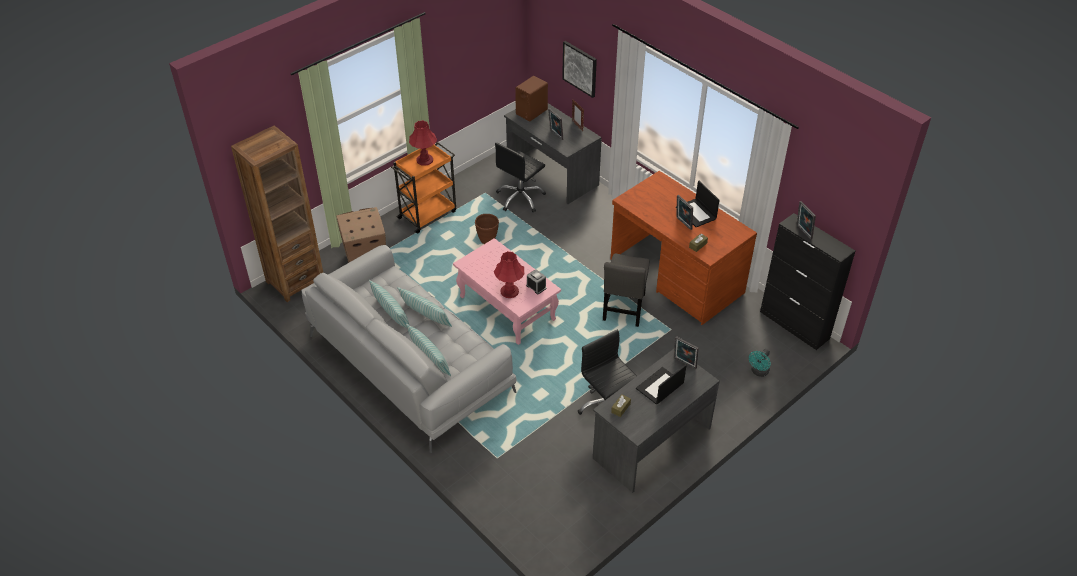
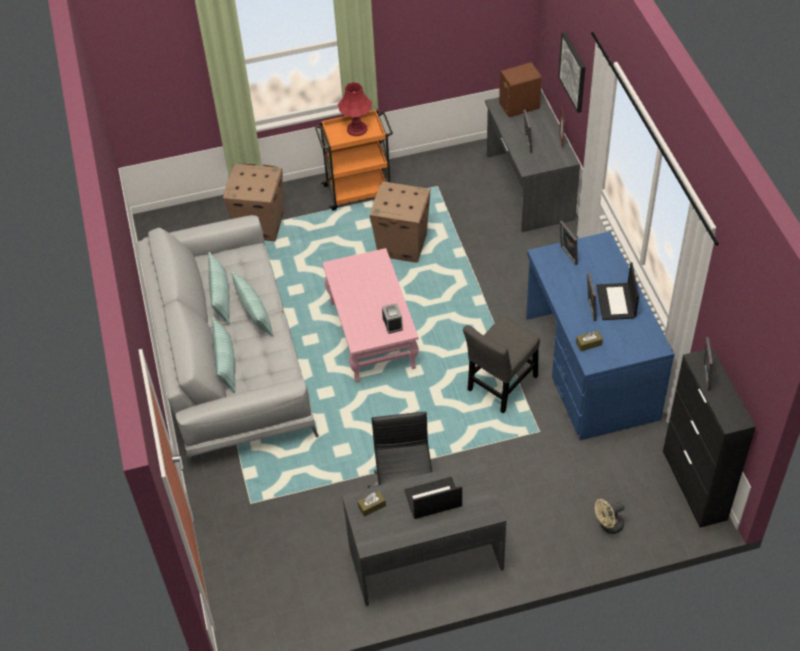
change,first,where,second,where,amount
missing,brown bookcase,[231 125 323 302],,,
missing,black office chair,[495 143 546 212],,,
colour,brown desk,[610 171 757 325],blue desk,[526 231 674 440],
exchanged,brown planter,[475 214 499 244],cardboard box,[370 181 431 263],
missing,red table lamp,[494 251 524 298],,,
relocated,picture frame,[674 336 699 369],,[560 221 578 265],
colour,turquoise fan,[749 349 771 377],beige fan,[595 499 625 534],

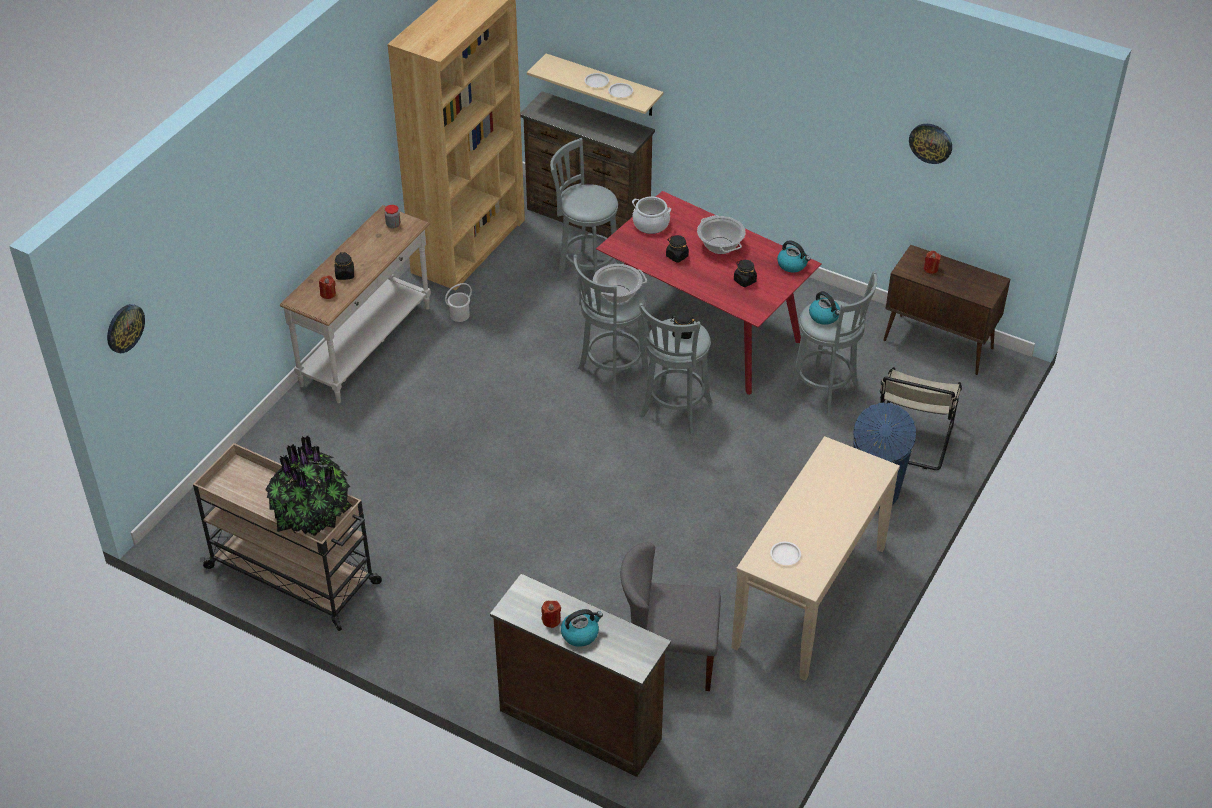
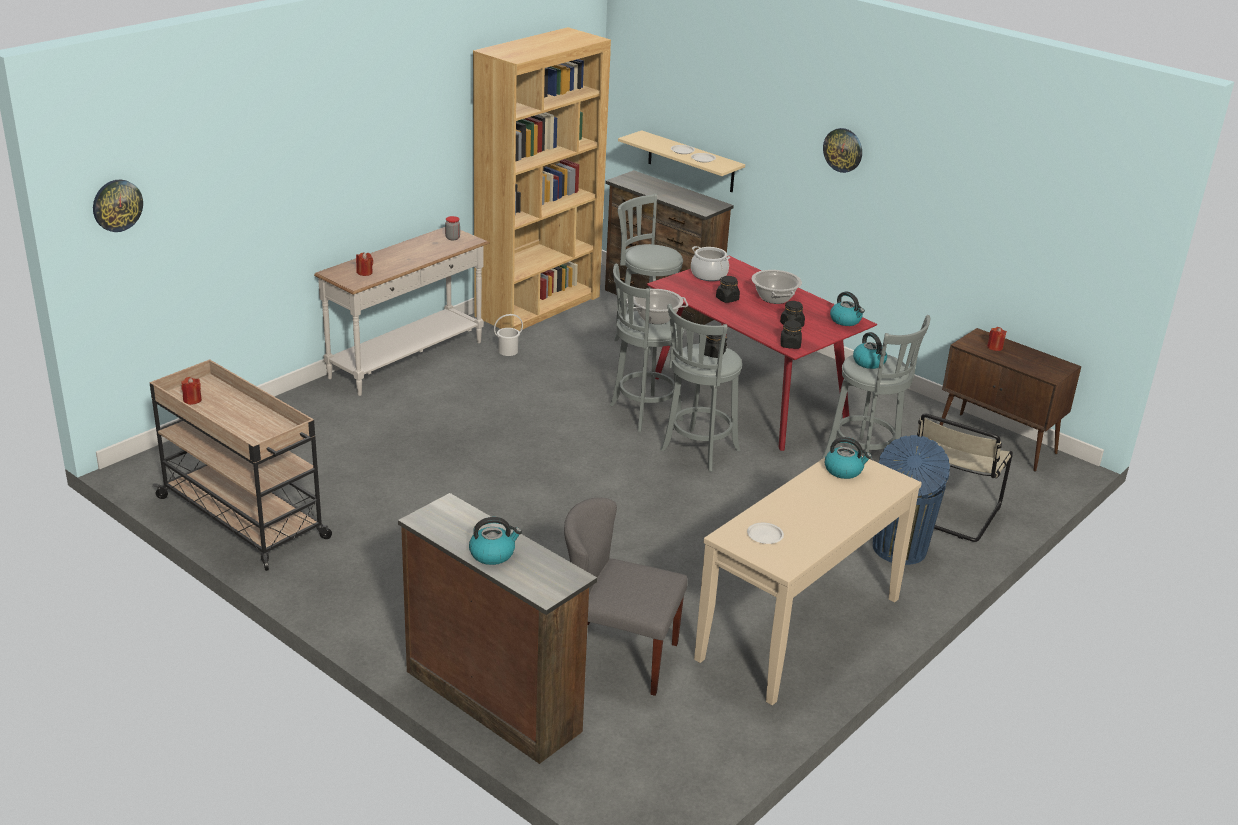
change,first,where,second,where,amount
relocated,wall clock,[909 124 952 164],,[823 128 862 173],
relocated,black jar,[335 252 354 280],,[781 320 802 349],
missing,potted plant,[265 436 352 536],,,
relocated,red candle,[541 601 561 628],,[181 377 202 405],
appeared,,,kettle,[825 437 872 479],

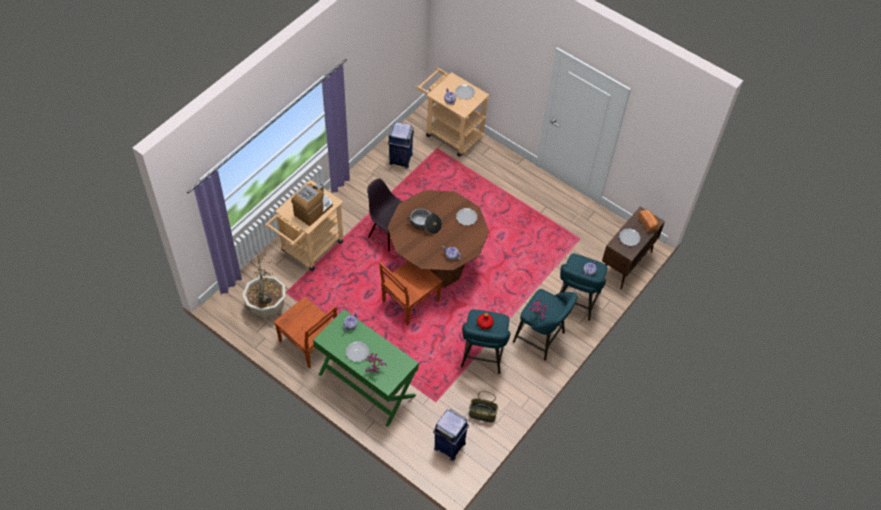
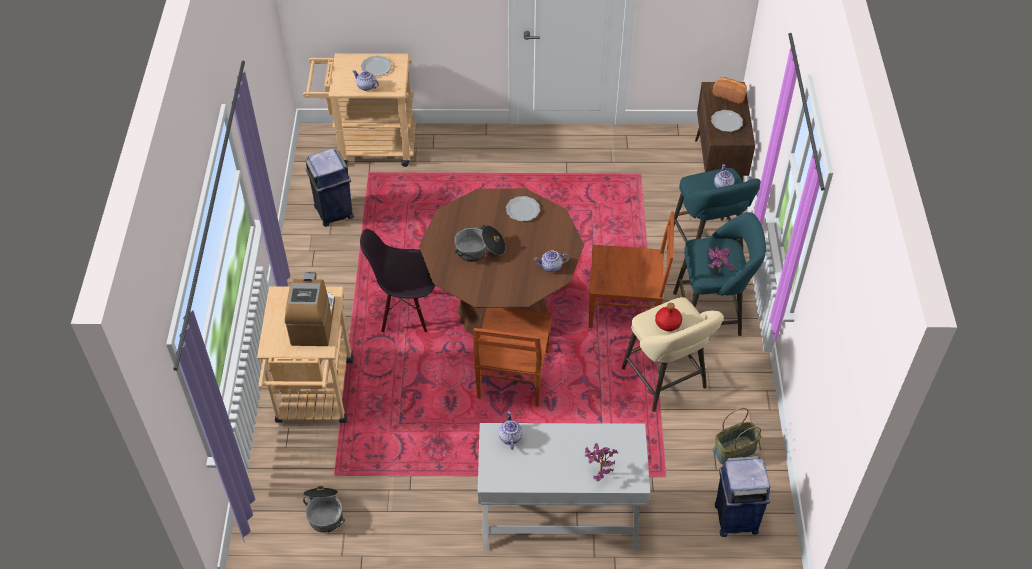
change,first,where,second,where,amount
exchanged,potted plant,[242 249 285 318],cooking pot,[303 486 345 533],
relocated,brown chair,[274 297 337 368],,[589 211 674 328],
colour,green console table,[313 309 419 427],white console table,[478 423 650 552],
colour,turquoise stool,[461 309 511 374],beige stool,[622 297 724 412],
missing,plate,[346 341 369 362],,,

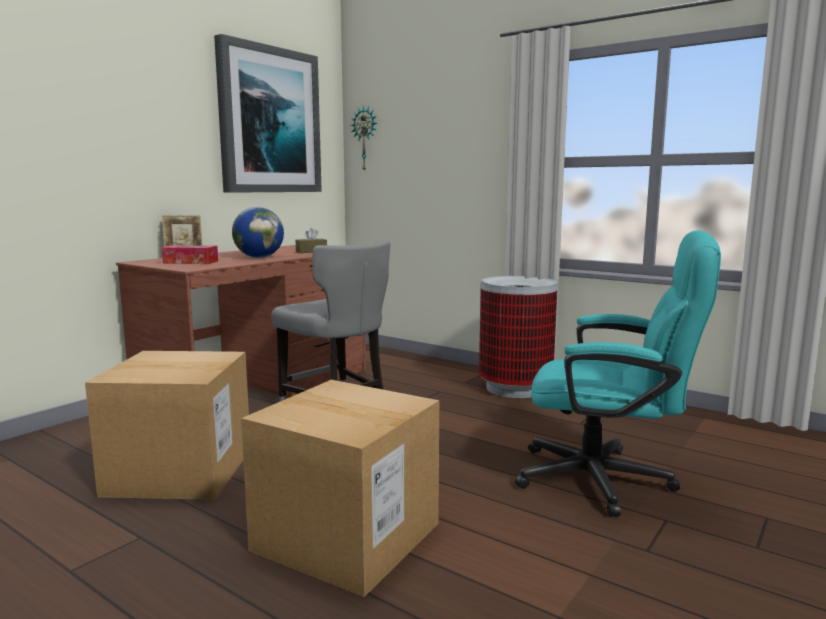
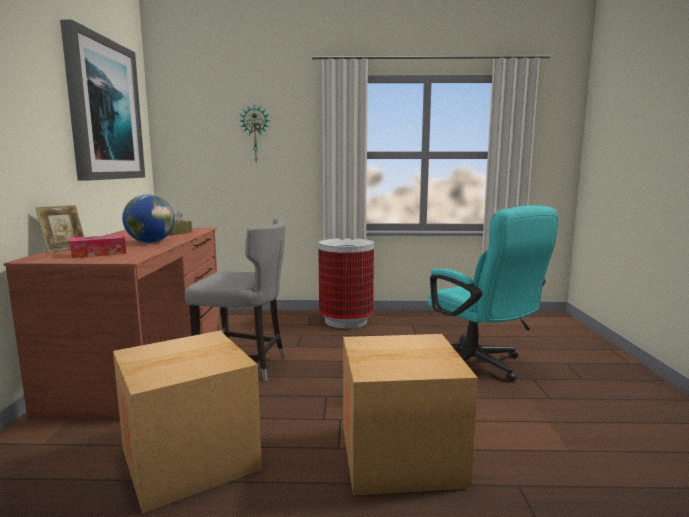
change,first,where,second,where,amount
relocated,wall clock,[351 105 377 172],,[240 104 270 162],
spun,turquoise office chair,[515 230 721 516],,[428 205 558 381],75 degrees clockwise

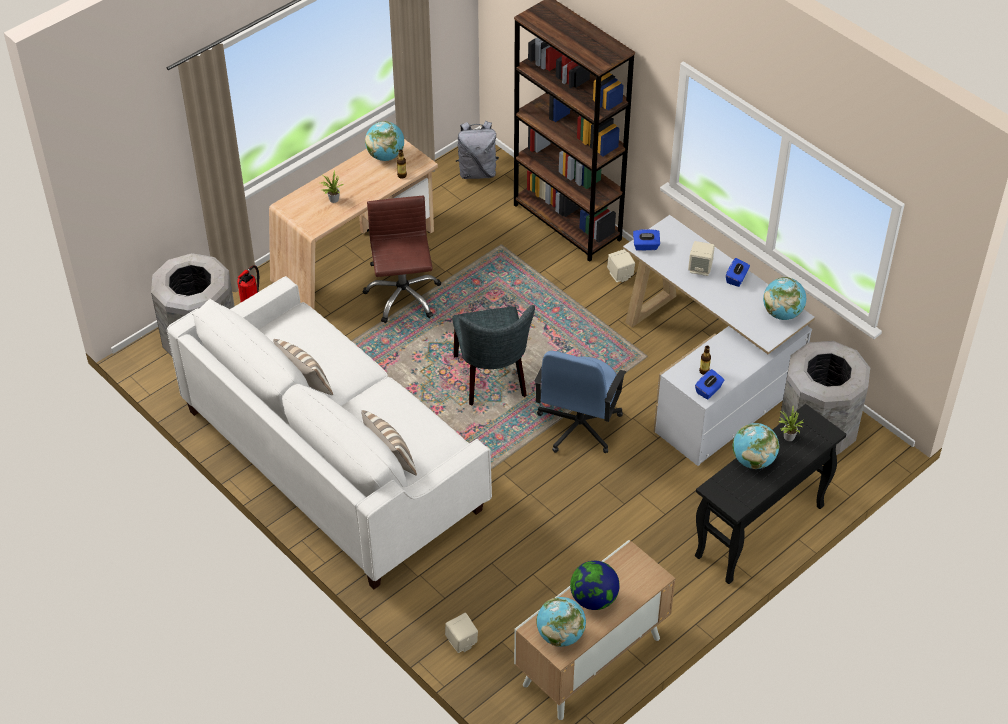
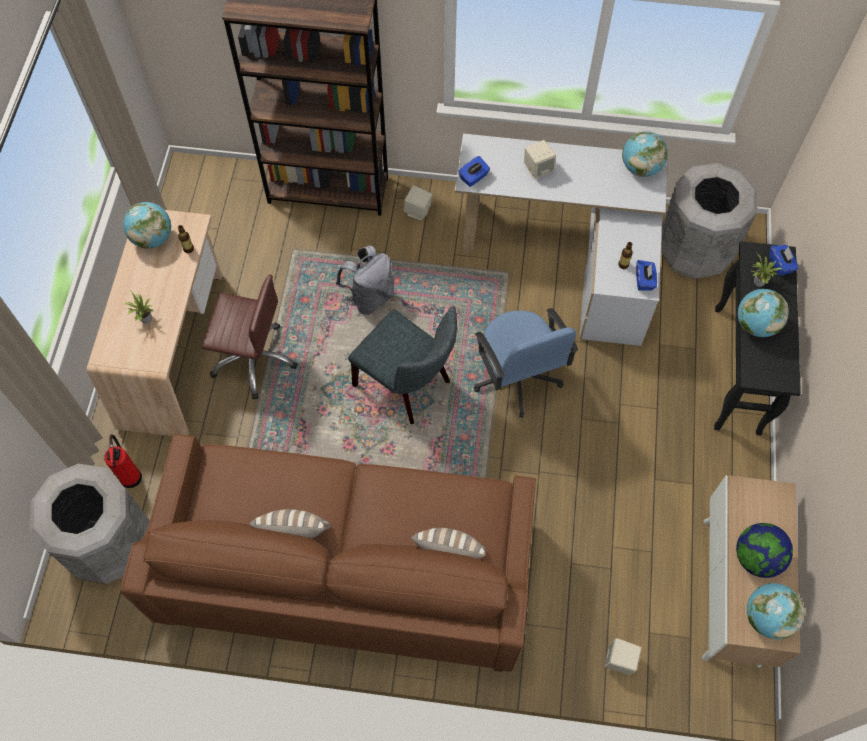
change,first,where,second,where,amount
relocated,grey backpack,[456 121 499 179],,[336 246 394 315],
spun,brown office chair,[363 196 441 323],,[202 275 298 399],150 degrees clockwise
relocated,blue tissue box,[726 258 750 287],,[769 245 798 276],
colour,white sofa,[167 276 492 589],brown sofa,[121 434 536 672],

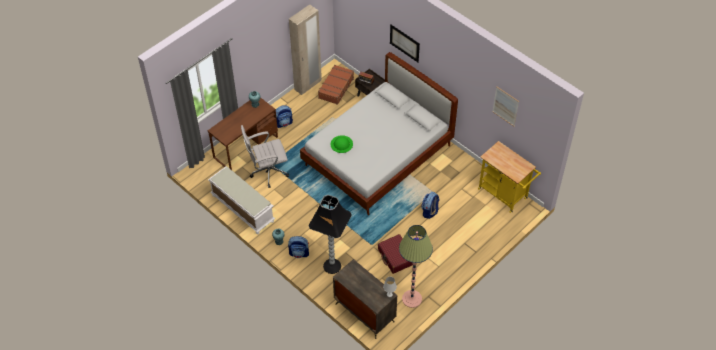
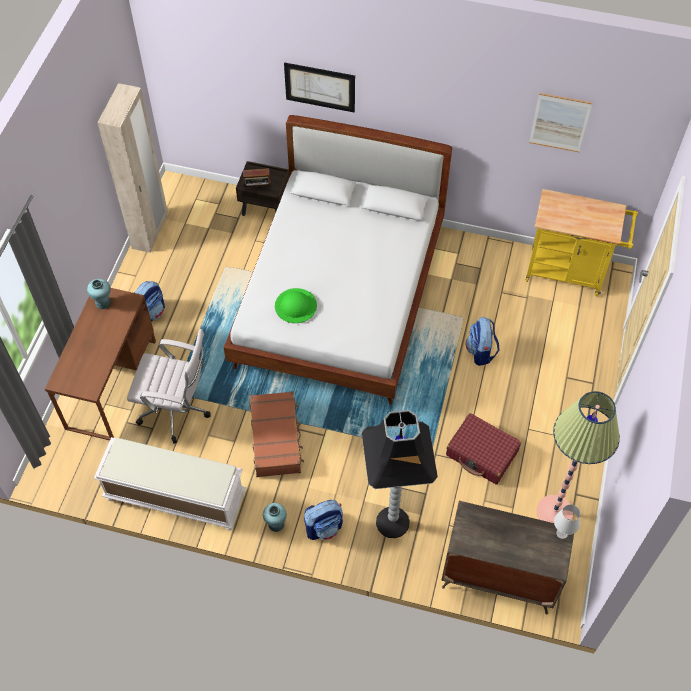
change,first,where,second,where,amount
relocated,brown suitcase,[318 65 354 105],,[250 391 304 477],
spun,white office chair,[241 125 289 188],,[127 329 211 444],120 degrees counterclockwise

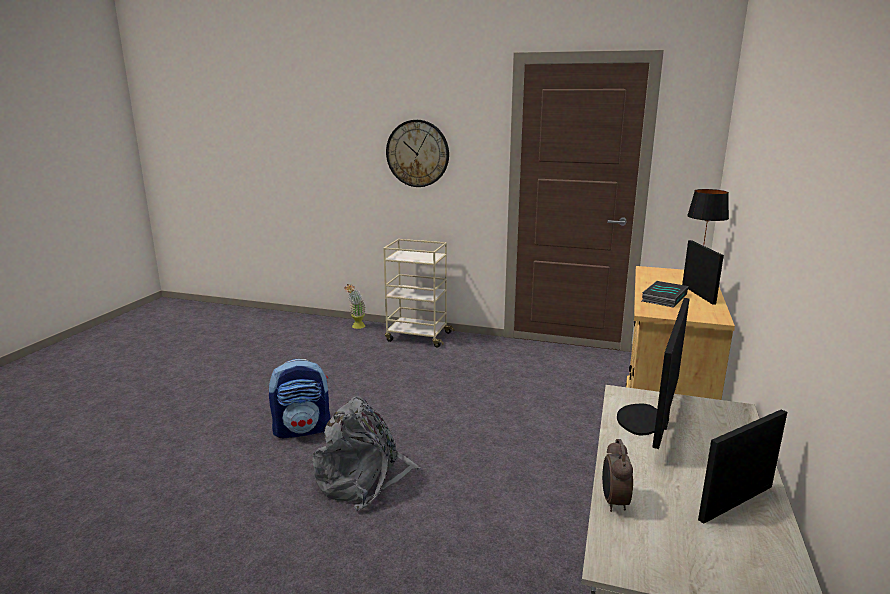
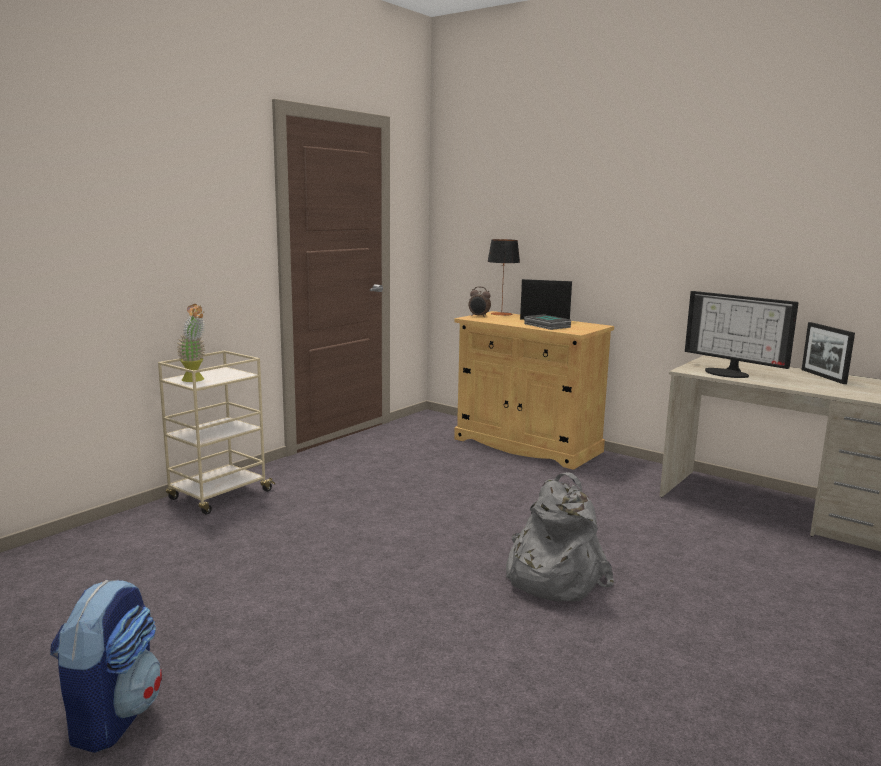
change,first,where,second,where,amount
missing,wall clock,[386 120 449 187],,,
relocated,potted plant,[344 284 365 329],,[176 304 205 382],
relocated,backpack,[269 359 331 438],,[50 580 162 753],
relocated,alarm clock,[602 439 633 512],,[469 286 491 316],

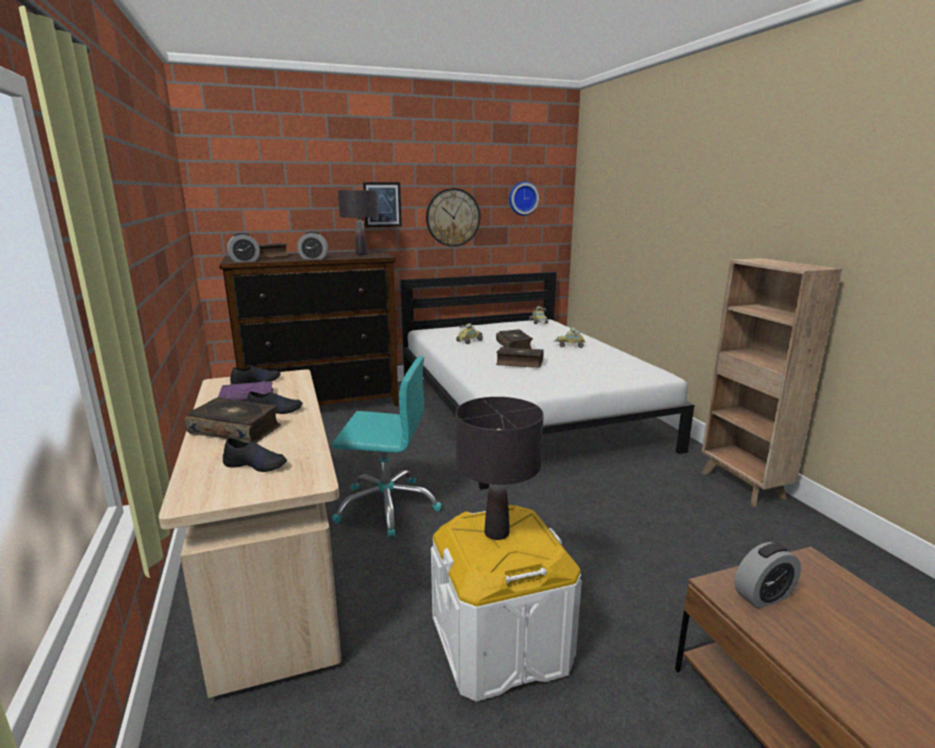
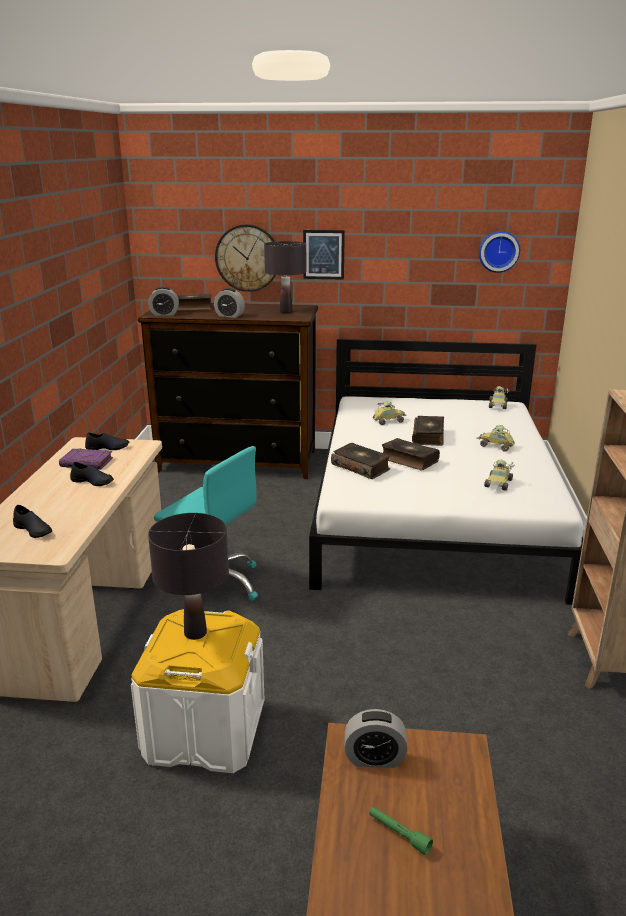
change,first,where,second,where,amount
relocated,wall clock,[426 188 480 247],,[215 224 276 292],
relocated,book,[185 397 281 443],,[331 443 390 479],
appeared,,,toy car,[484 460 514 491],
appeared,,,green flashlight,[369 807 433 855],

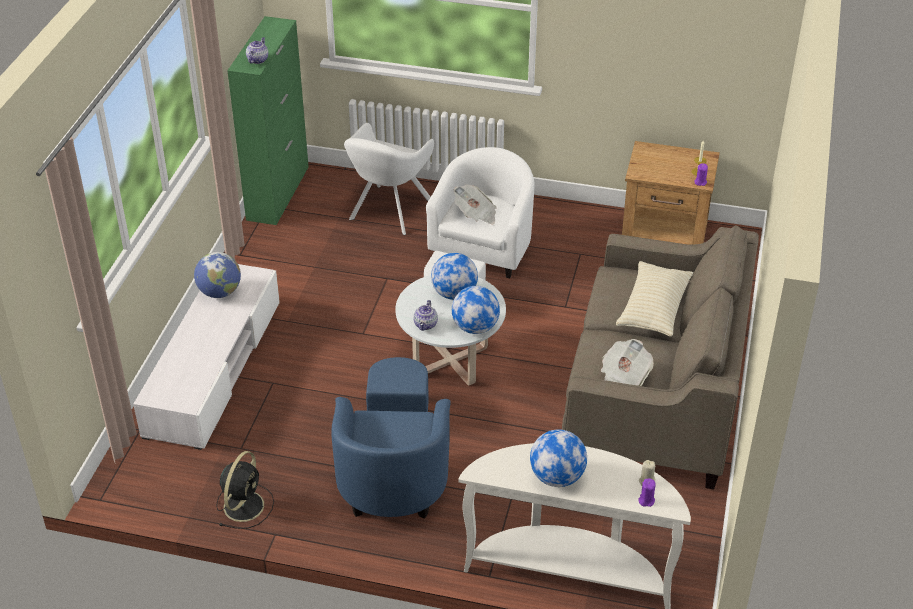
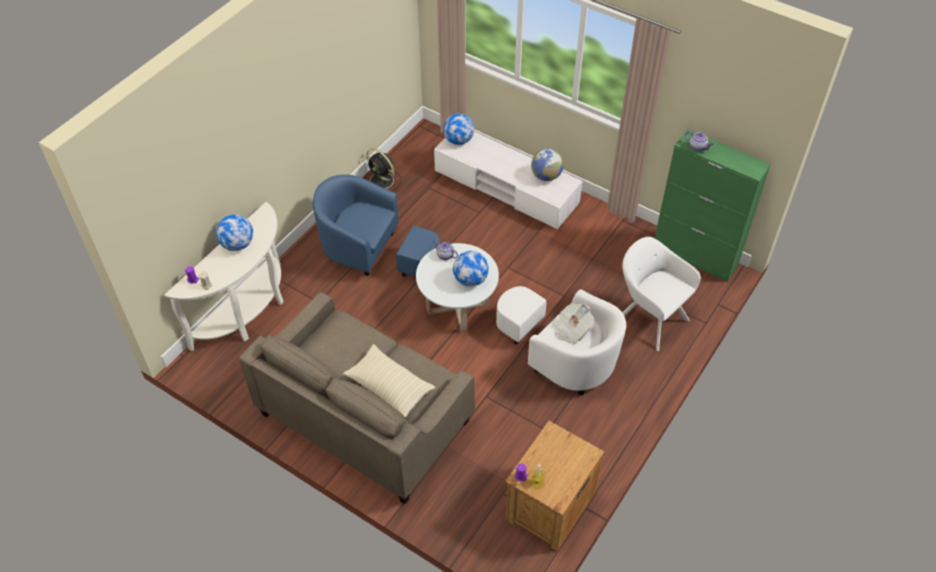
change,first,where,second,where,amount
relocated,globe,[452 286 500 334],,[443 113 474 145],
missing,newspaper,[601 339 654 386],,,

